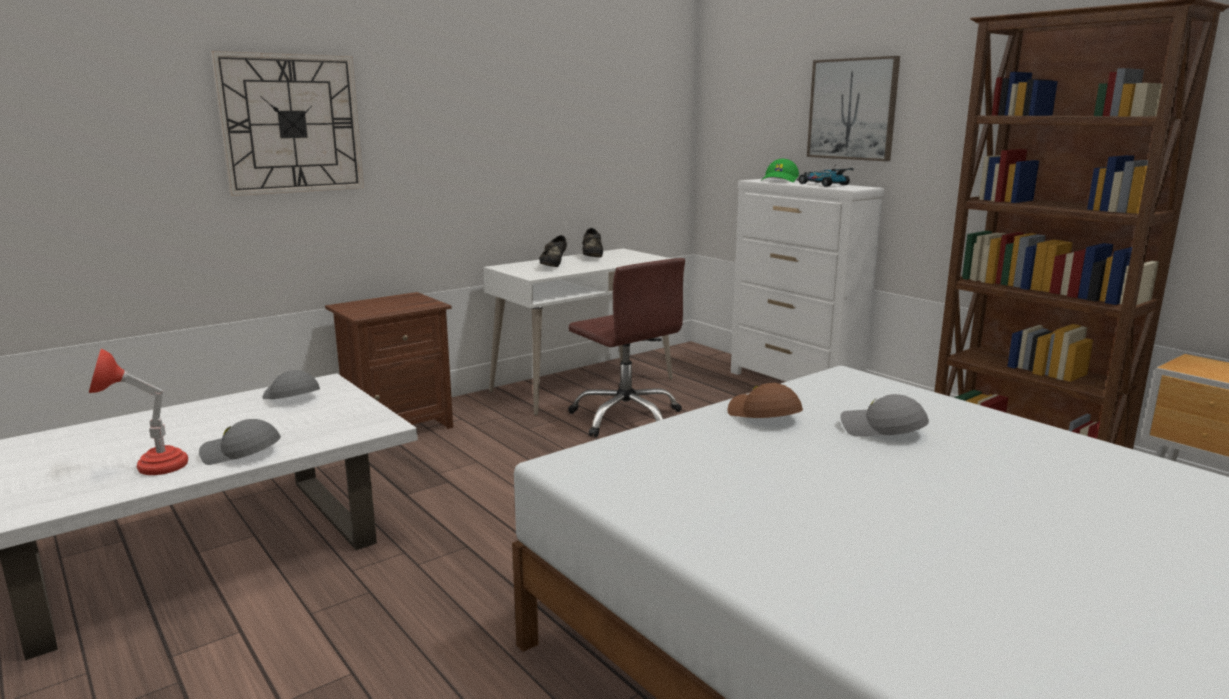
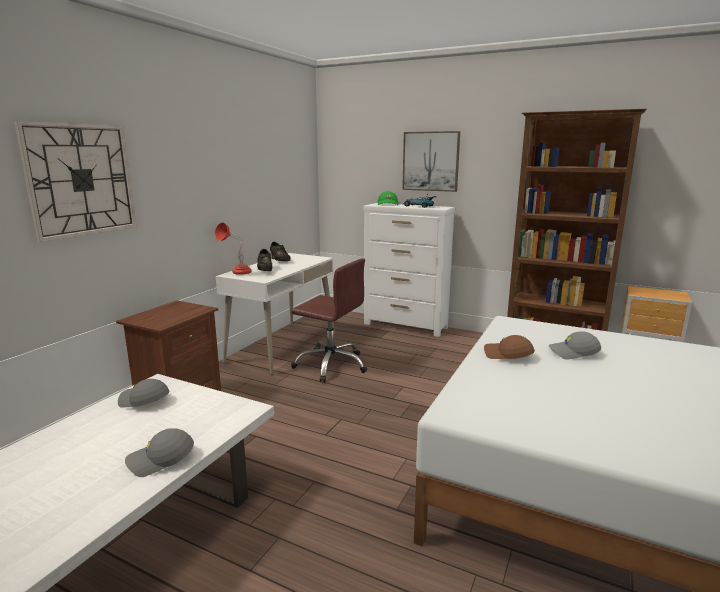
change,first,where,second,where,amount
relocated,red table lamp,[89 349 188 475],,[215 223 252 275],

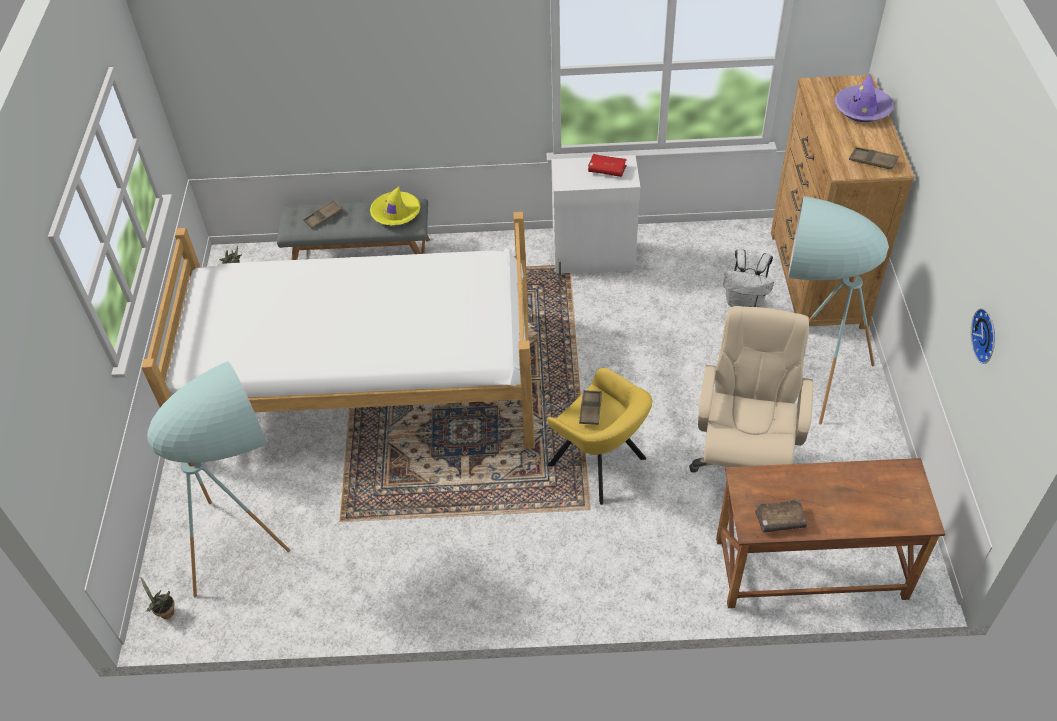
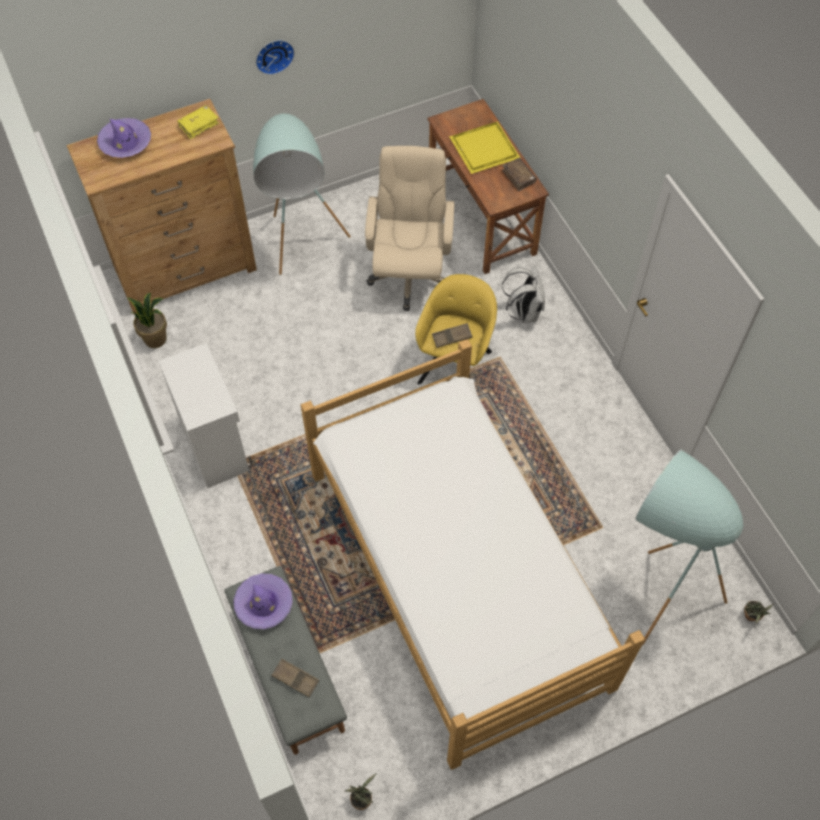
change,first,where,second,where,amount
exchanged,brown tray,[849 147 899 170],yellow book,[177 105 219 139],
missing,red book,[588 154 627 177],,,
colour,yellow hat,[370 187 421 226],purple hat,[234 574 292 629],
relocated,white backpack,[723 249 774 307],,[502 267 545 323],
spun,beige office chair,[689 306 814 473],,[365 146 454 311],105 degrees clockwise
relocated,wall clock,[971 308 995 364],,[256 40 295 75],
appeared,,,yellow tray,[449 121 520 174],
appeared,,,potted plant,[127 293 167 348],

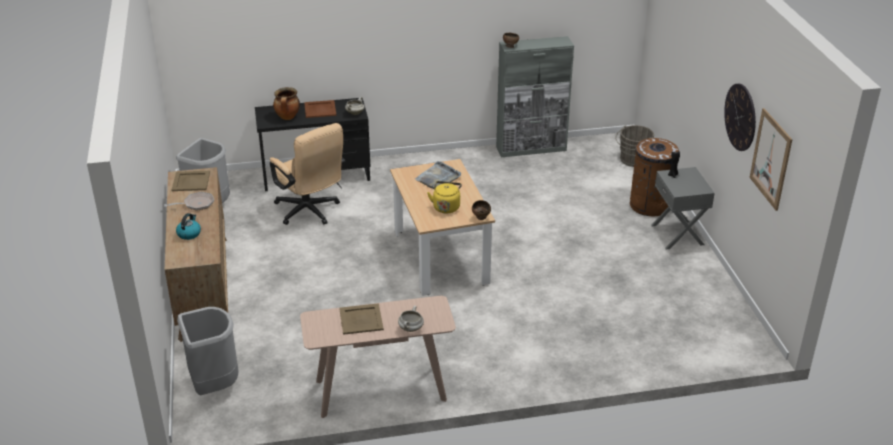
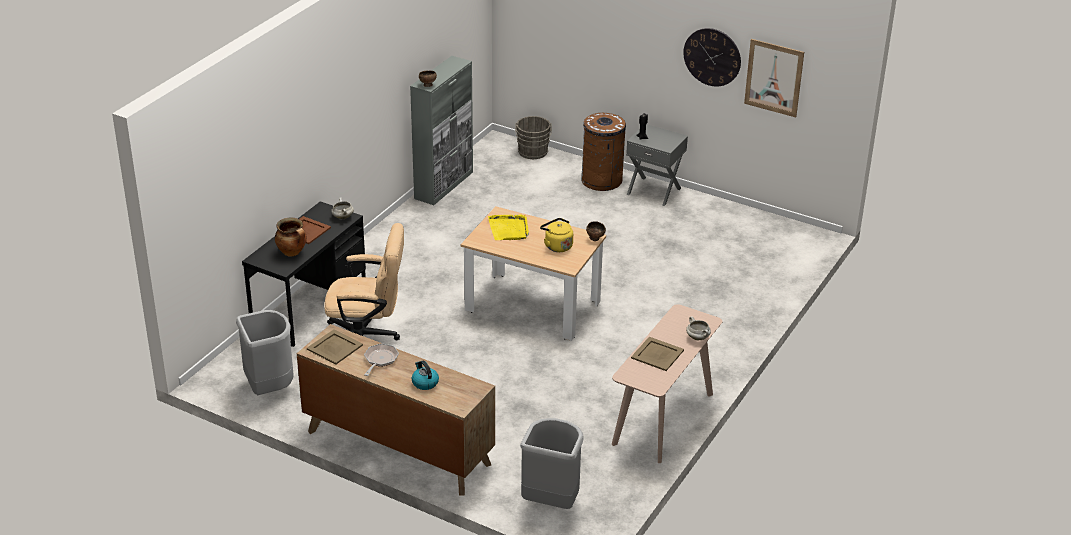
change,first,where,second,where,amount
colour,grey tray,[415 161 461 189],yellow tray,[488 215 529 240],

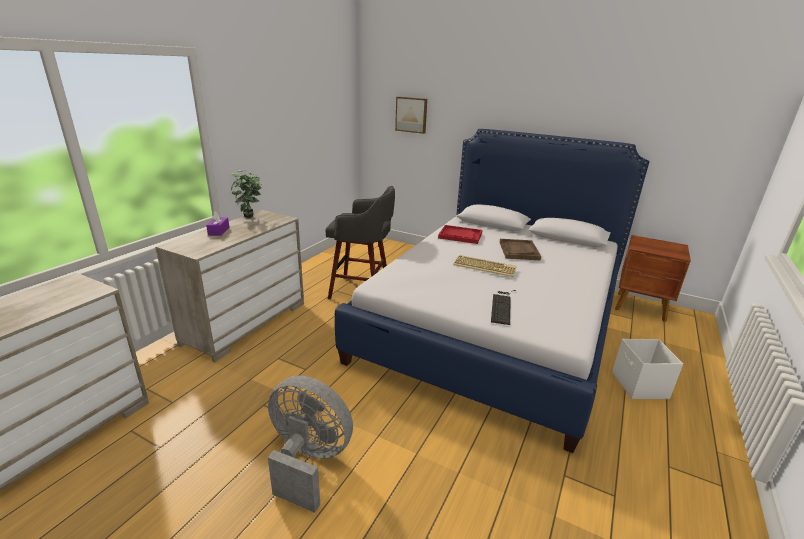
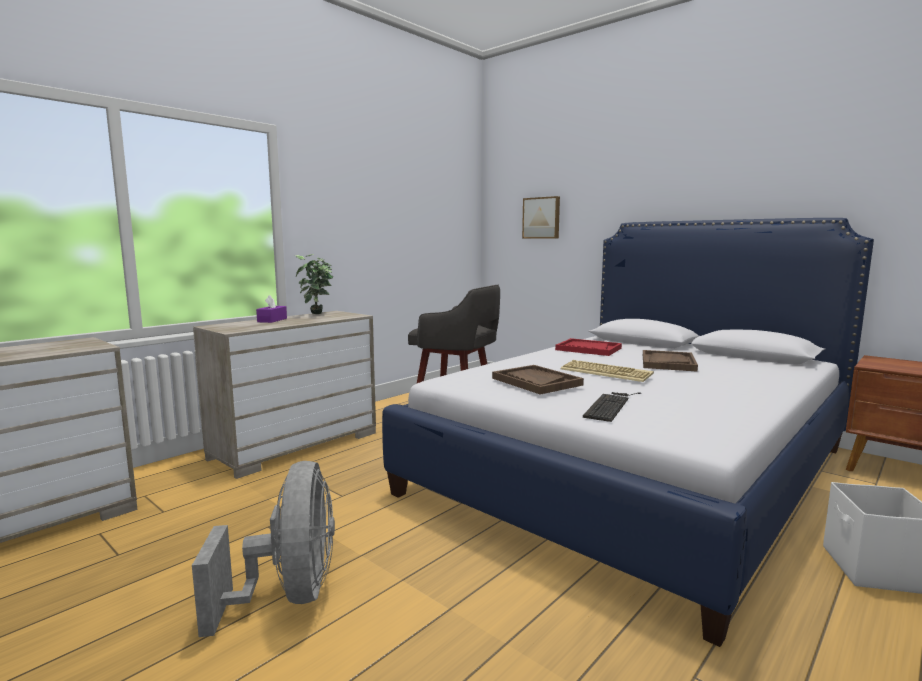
change,first,where,second,where,amount
spun,grey fan,[268 376 353 513],,[192 461 335 637],45 degrees clockwise
appeared,,,brown tray,[492 365 584 395],

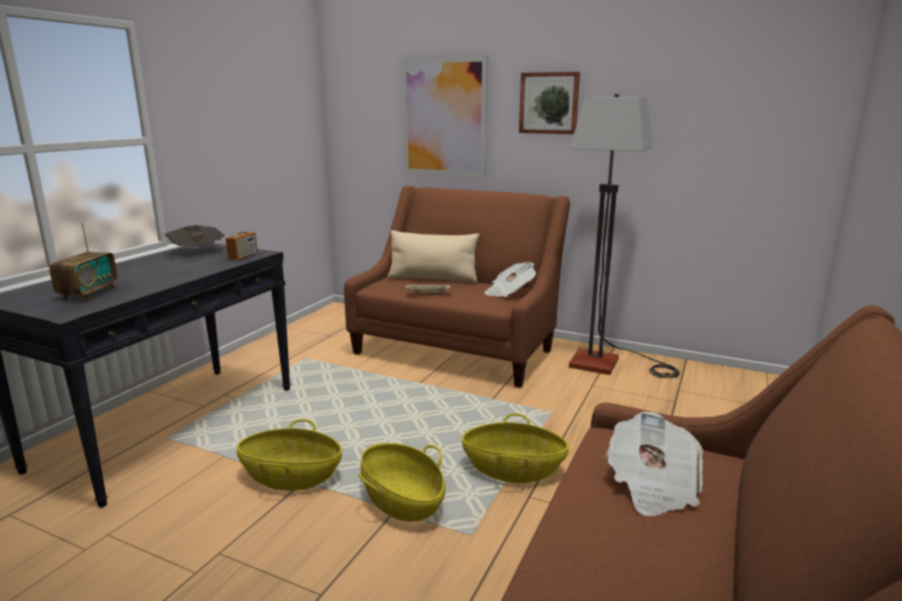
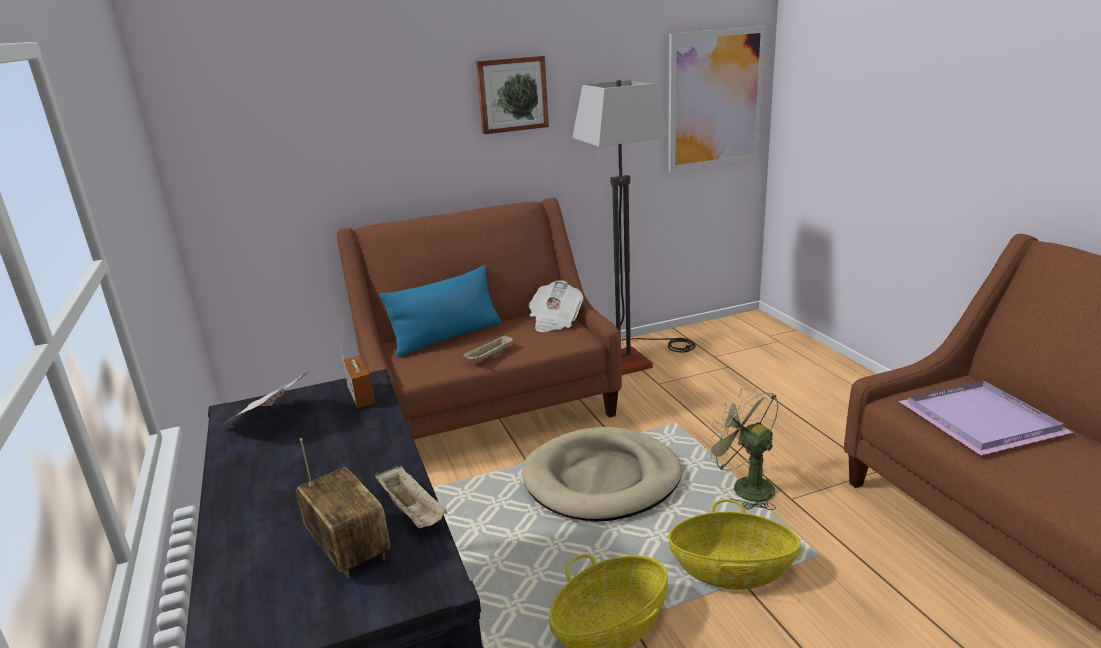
change,first,where,second,where,amount
relocated,picture,[402 56 488 177],,[668 26 766 172],
colour,beige pillow,[388 230 480 283],blue pillow,[380 265 501 357],
exchanged,newspaper,[606 412 703 516],purple tray,[899 381 1074 455],
exchanged,basket,[462 413 569 483],green fan,[704 386 779 510],
appeared,,,beige dog bed,[522 427 682 522],
appeared,,,beige tray,[375 466 448 528],

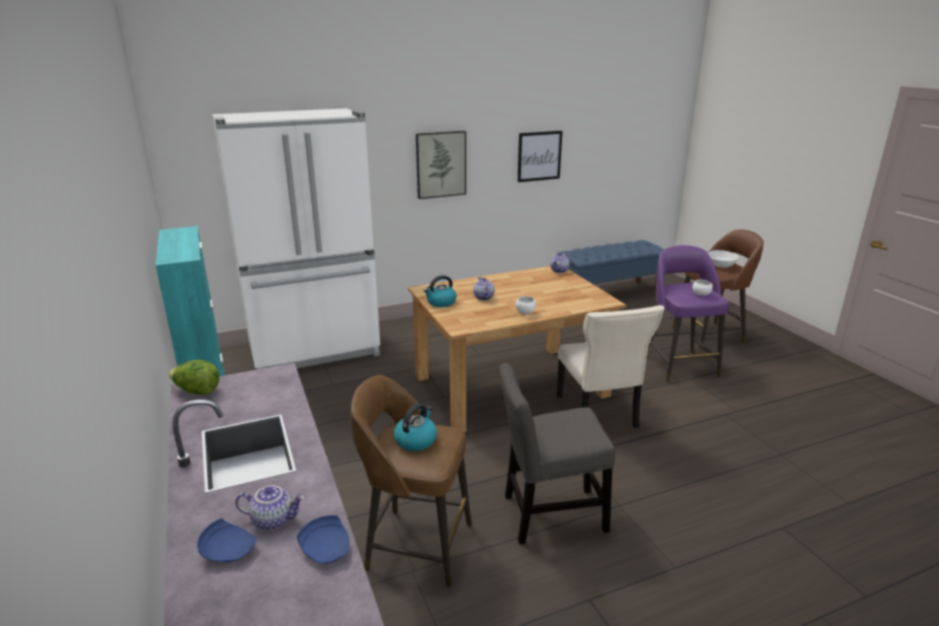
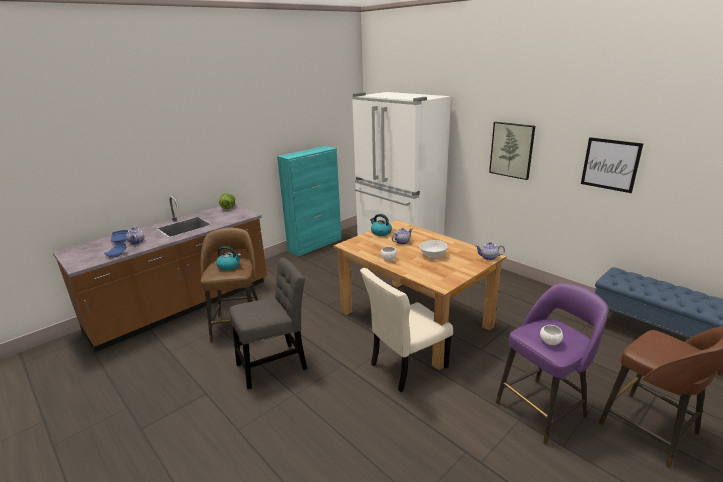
change,first,where,second,where,amount
relocated,white bowl,[708 250 739 268],,[420 240 448 258],
spun,grey chair,[499 363 615 544],,[230 257 307 389],90 degrees clockwise

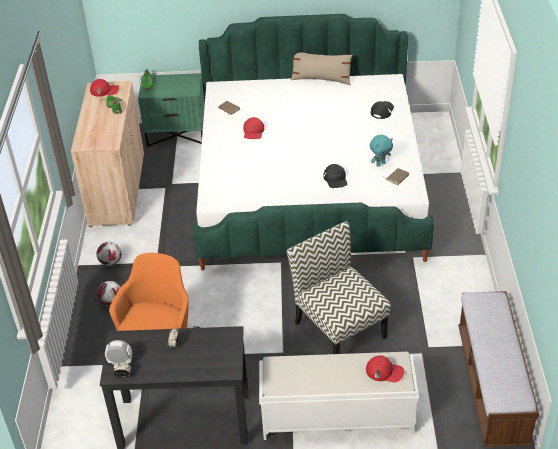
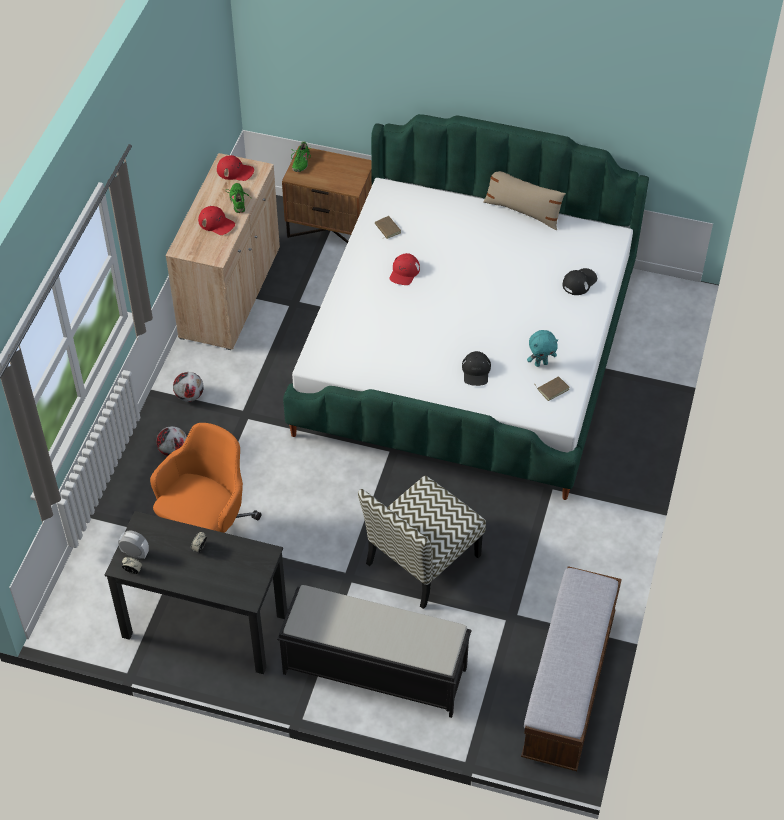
change,first,where,second,where,amount
colour,green nightstand,[138 73 204 147],brown nightstand,[282 146 372 243],
spun,chair,[287 221 391 354],,[358 475 486 609],120 degrees counterclockwise
colour,white bench,[259 352 419 440],black bench,[277 585 471 718],
relocated,red cap,[366 355 404 383],,[198 206 235 235],

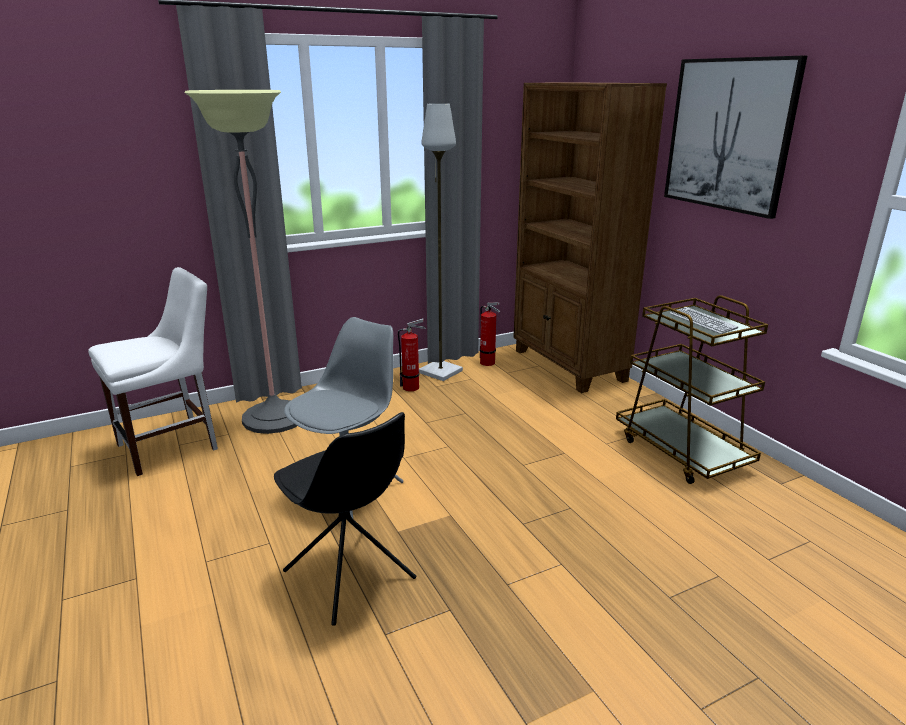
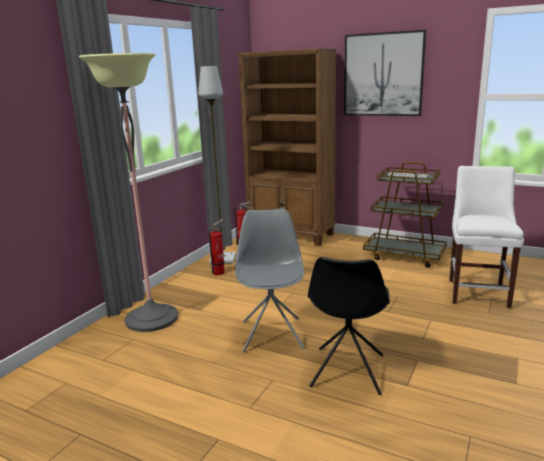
change,first,where,second,where,amount
relocated,white chair,[88 267 218 476],,[449 166 524 308],
spun,black chair,[274 412 416 626],,[308 257 390 395],90 degrees clockwise

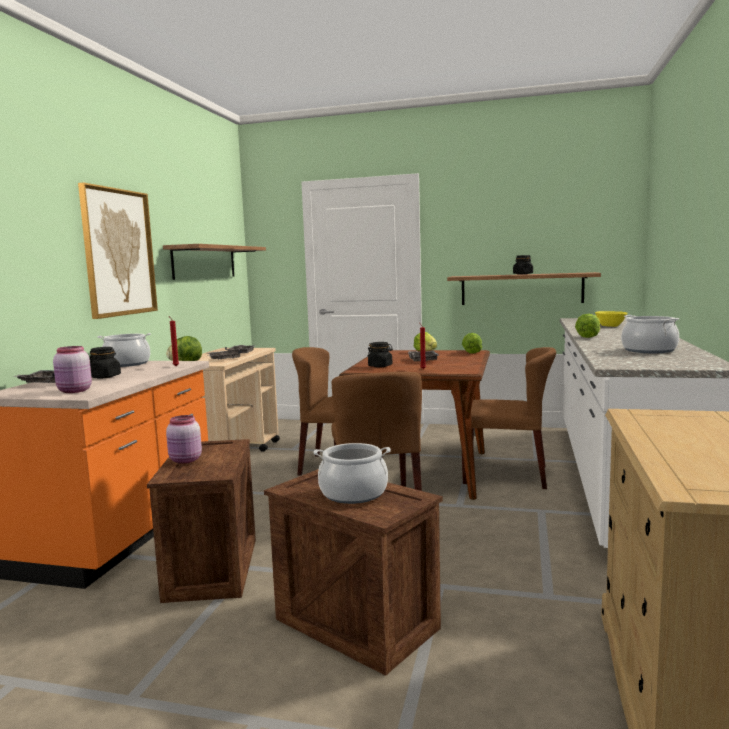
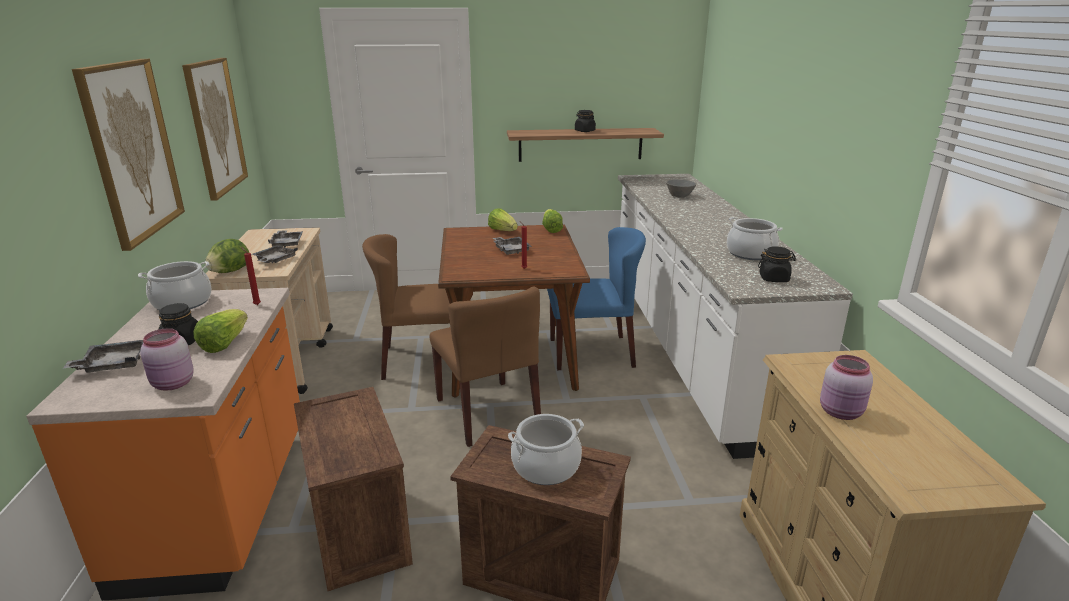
change,first,where,second,where,amount
exchanged,shelf,[163 244 266 280],picture,[182 58 248 201],
colour,yellow bowl,[595 311 627 327],grey bowl,[666 179 696 198],
relocated,lettuce,[575 314 600 338],,[193 309 248 353],
relocated,black jar,[367 342 393 367],,[758 246 796 282],
colour,brown chair,[462 347 556 489],blue chair,[547 227 646 370],
relocated,pink jar,[166 415 202 464],,[820 355 873 420],

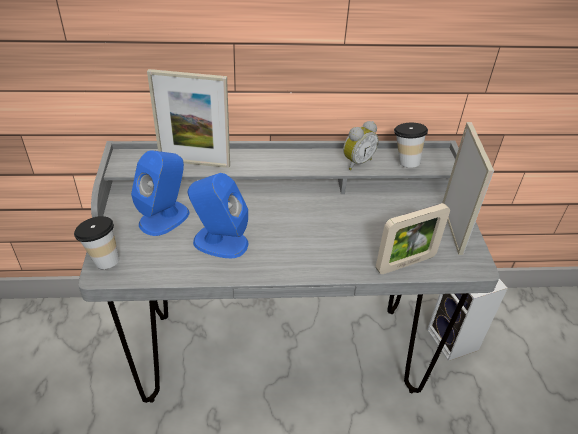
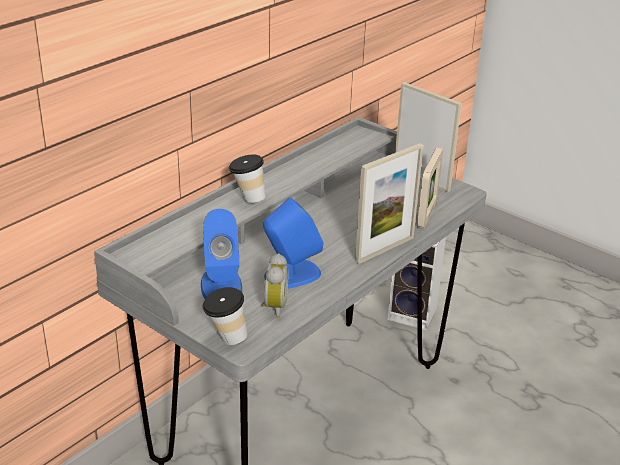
change,first,where,second,where,amount
relocated,picture frame,[147 69 230 168],,[355 143 423 264],
relocated,alarm clock,[343 121 379 170],,[261 253 288 318],
relocated,cup,[394 123 428 168],,[229 155 266 203],

